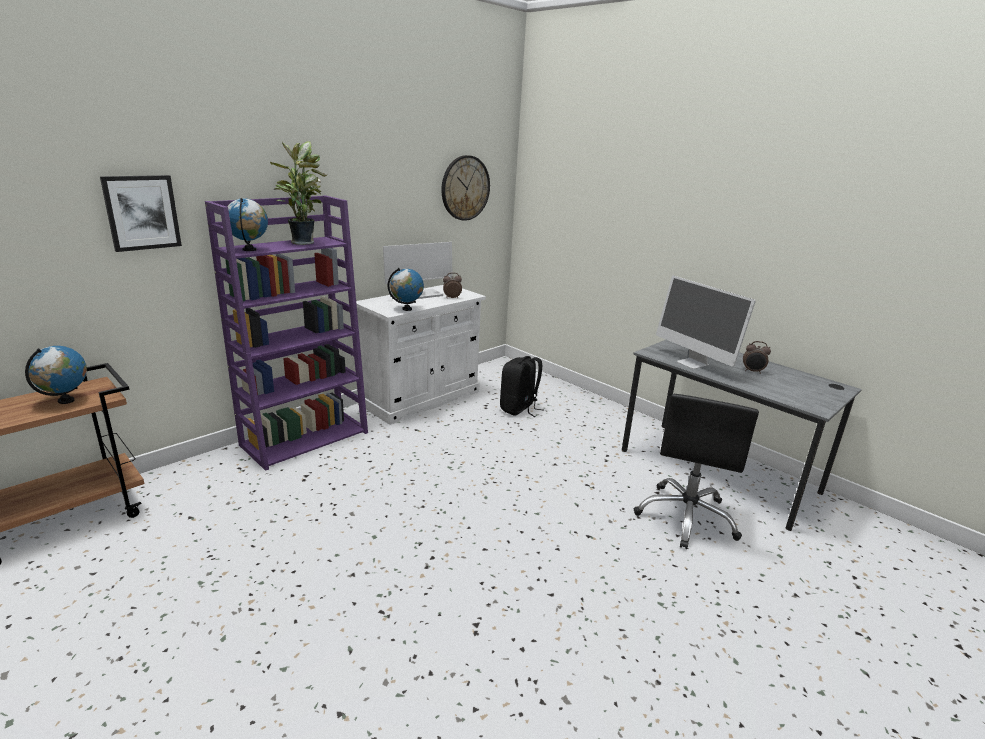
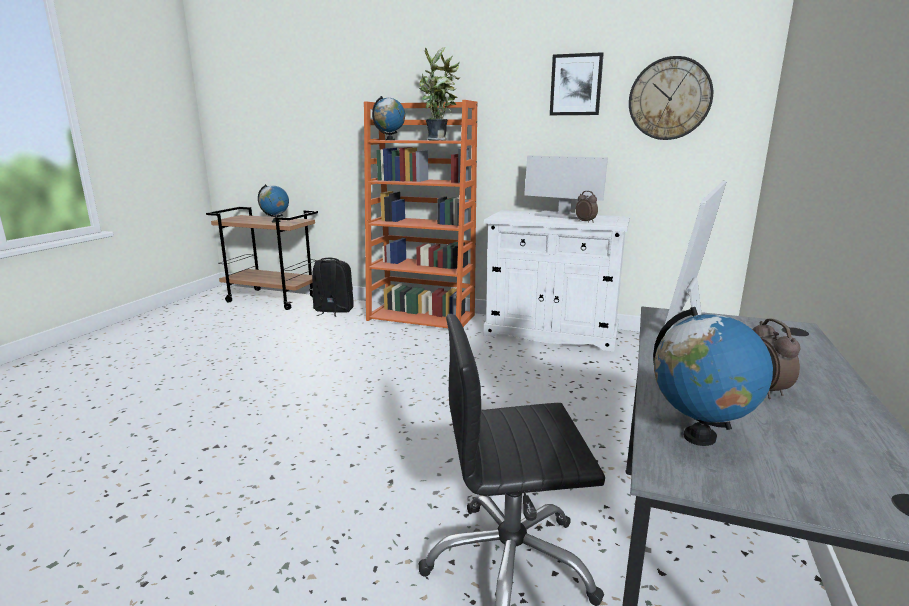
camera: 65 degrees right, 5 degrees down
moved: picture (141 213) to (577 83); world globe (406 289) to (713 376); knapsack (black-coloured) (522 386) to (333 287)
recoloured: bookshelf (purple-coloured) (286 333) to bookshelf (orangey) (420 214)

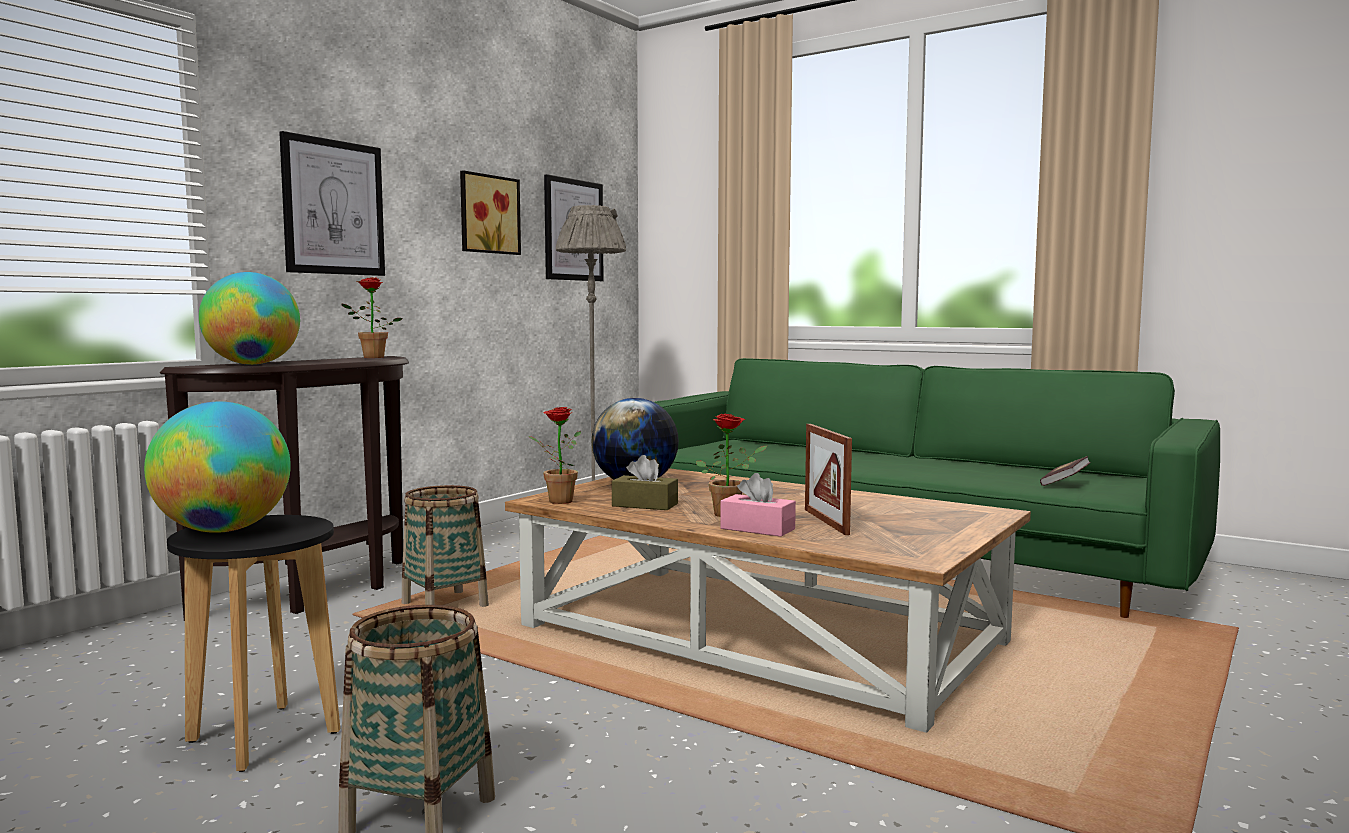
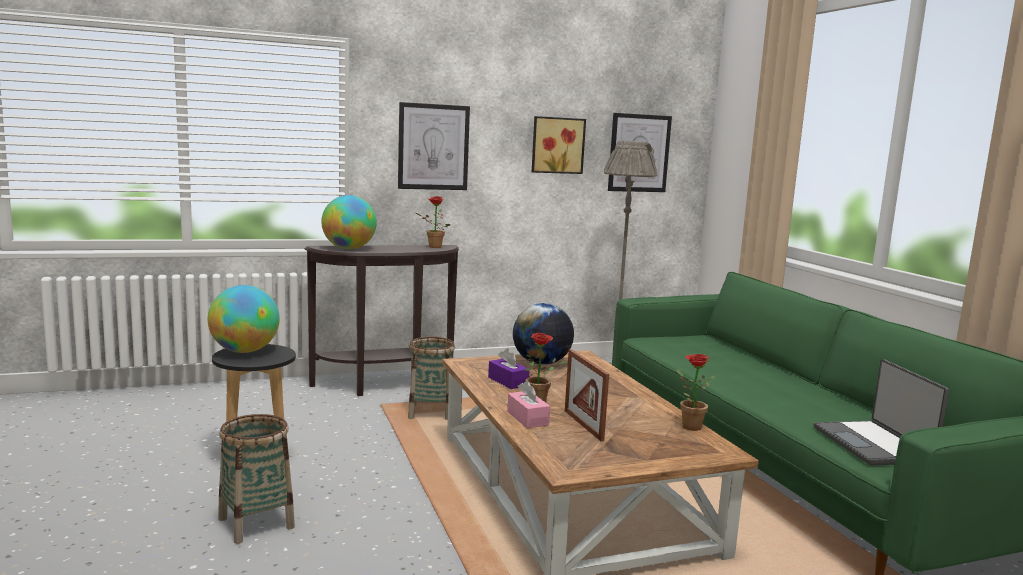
camera: 35 degrees right, 5 degrees up
moved: potted plant (555 455) to (696 392)
replaced: bound book (1065 471) to portable computer (881 412)
recoloured: box of tissues (brown) (645 482) to box of tissues (purple-coloured) (508 368)
turned: standing frame (828 479) = (587 395) 45 degrees counterclockwise

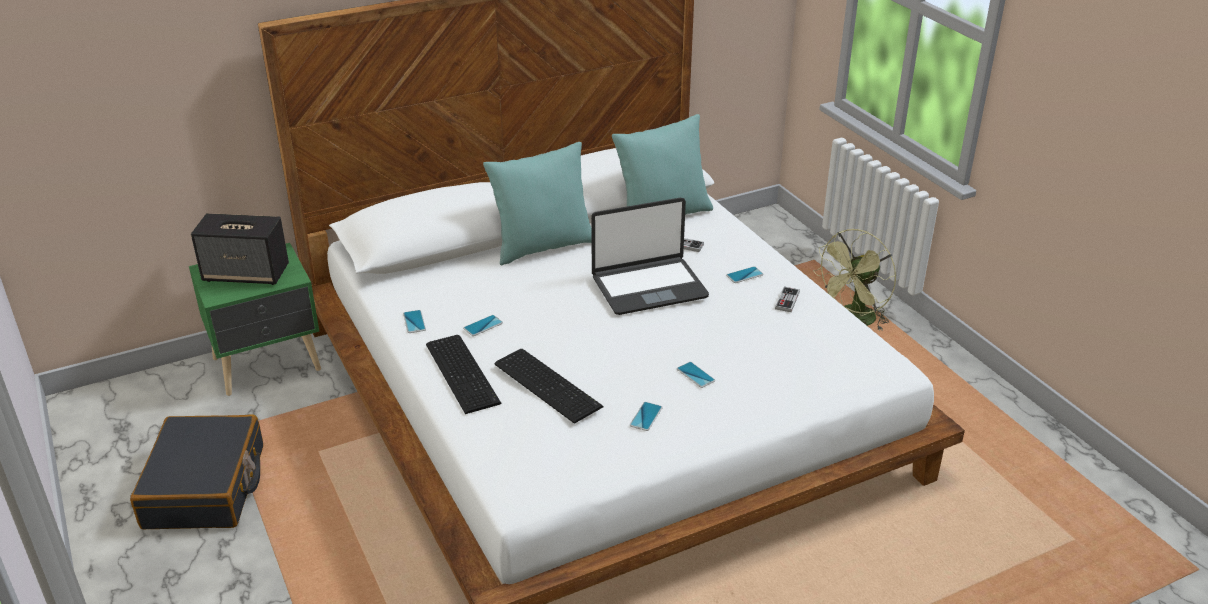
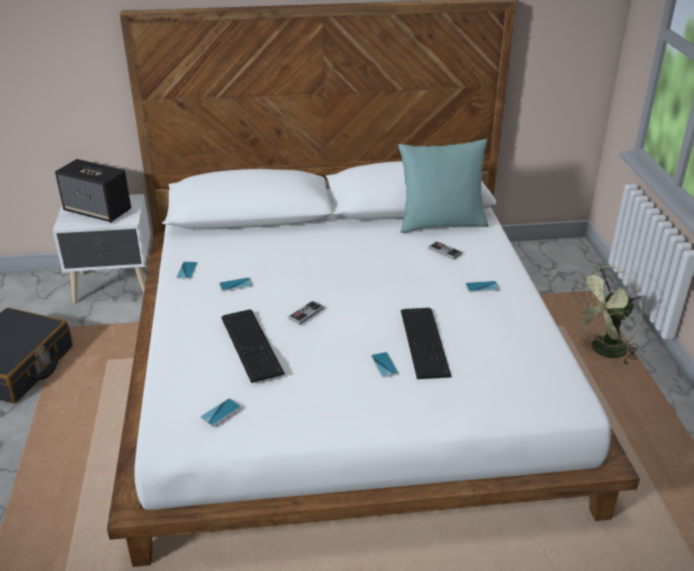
camera: 20 degrees right, 0 degrees up
removed: pillow (turquoise) (537 203); portable computer (650 256)
moved: keyboard (463 374) to (426 343); handset (646 416) to (220 412); game controller (787 299) to (306 313)
recoloured: bedside table (green) (255 319) to bedside table (whitish) (102 248)

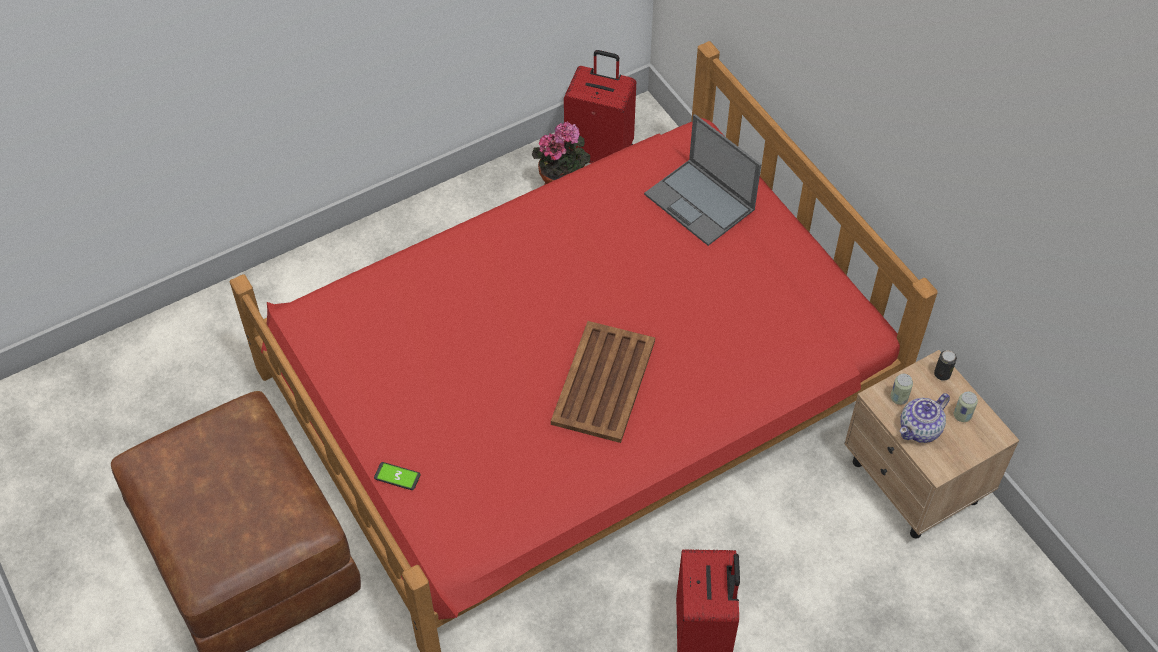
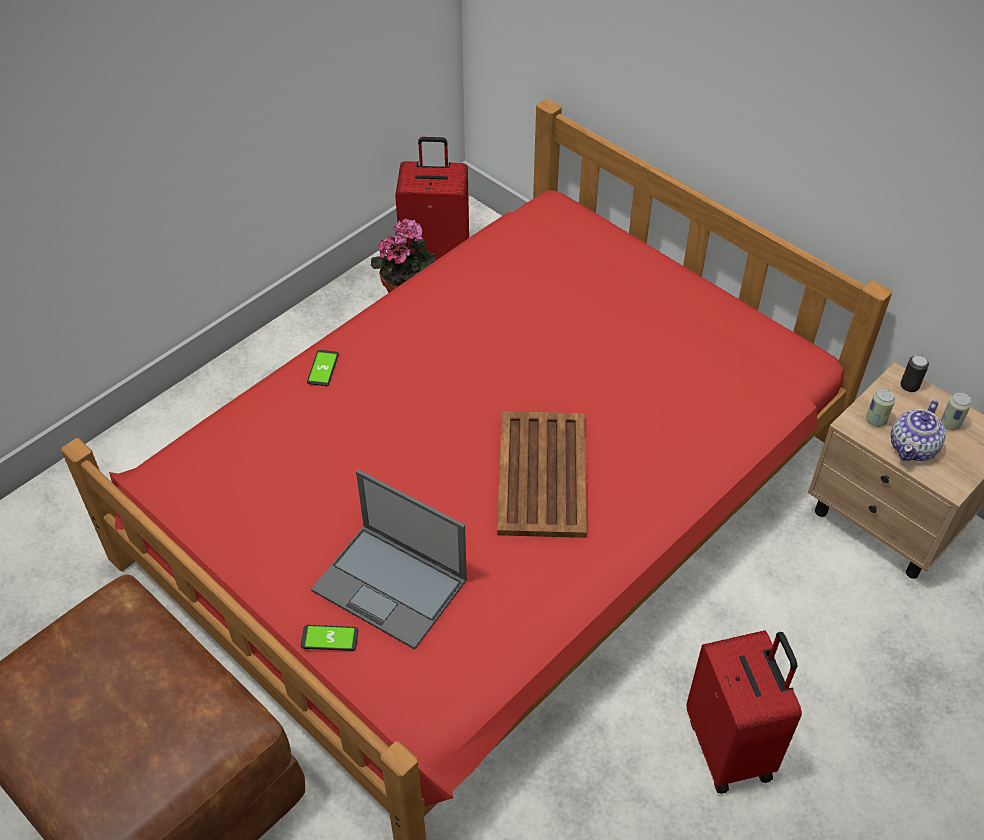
camera: 15 degrees left, 5 degrees down
added: handset (323 368)
moved: portable computer (702 180) to (389 559)

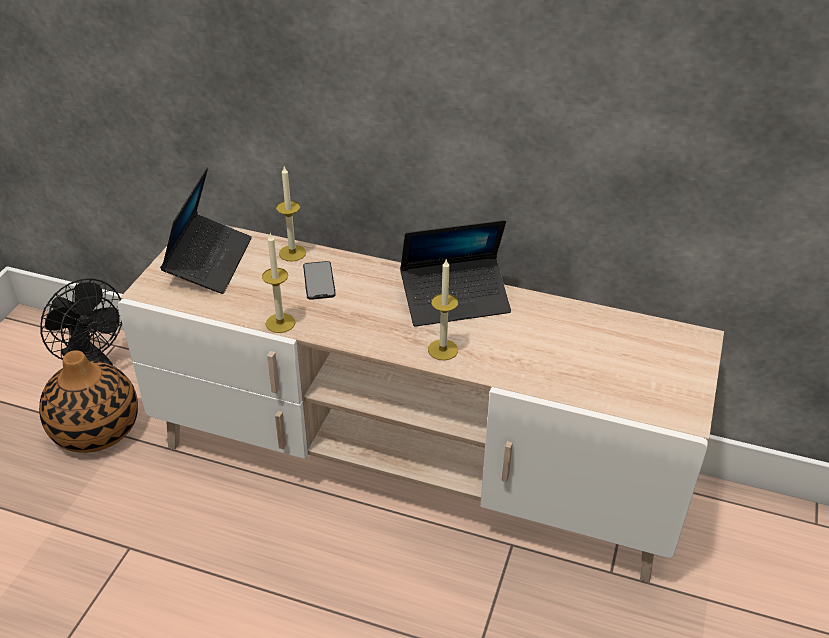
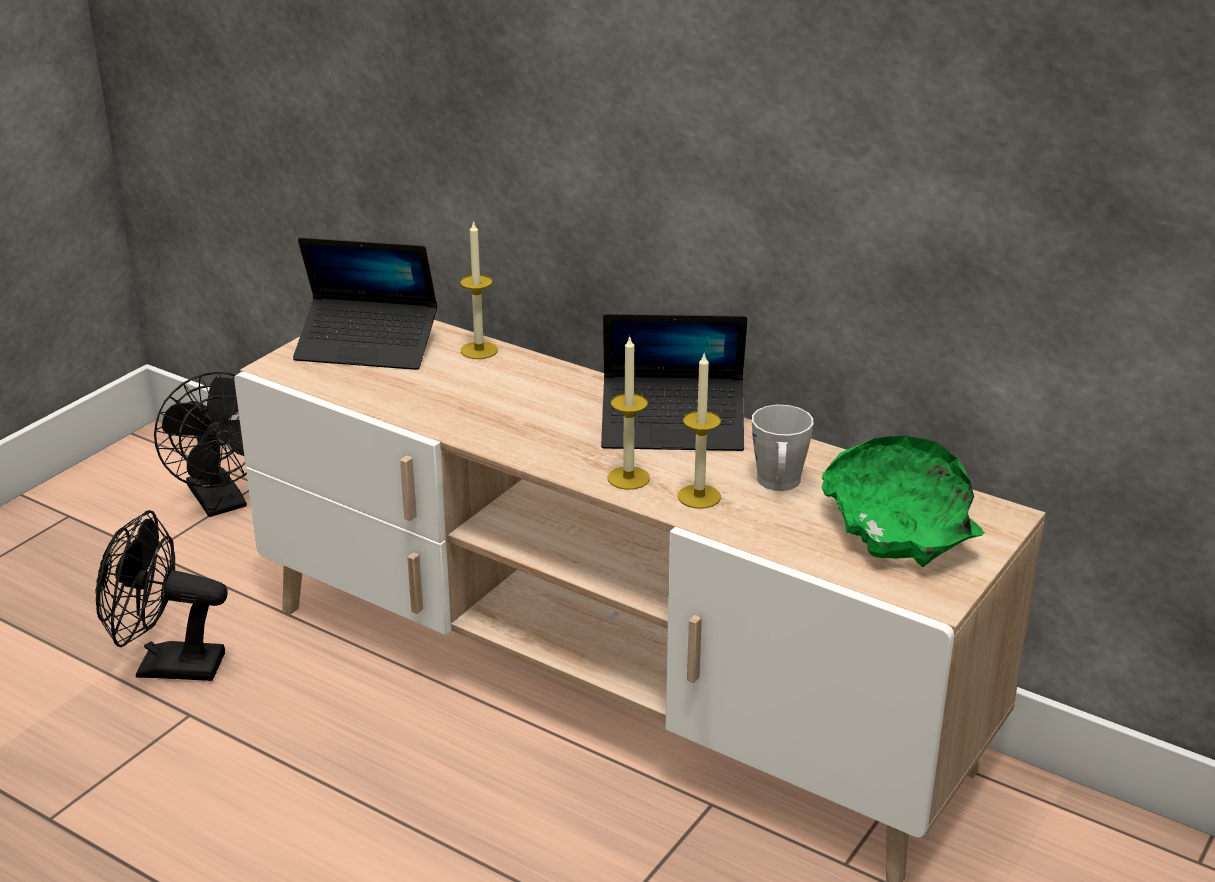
camera: 15 degrees right, 10 degrees down
removed: flower vase (88 401); handset (319 280)
added: fan (black-coloured) (161 595); coffee mug (grey) (782 448); deep dish (green) (903 501)
moved: candle (278 283) to (699 431)
turned: portable computer (206 230) = (365 303) 75 degrees clockwise

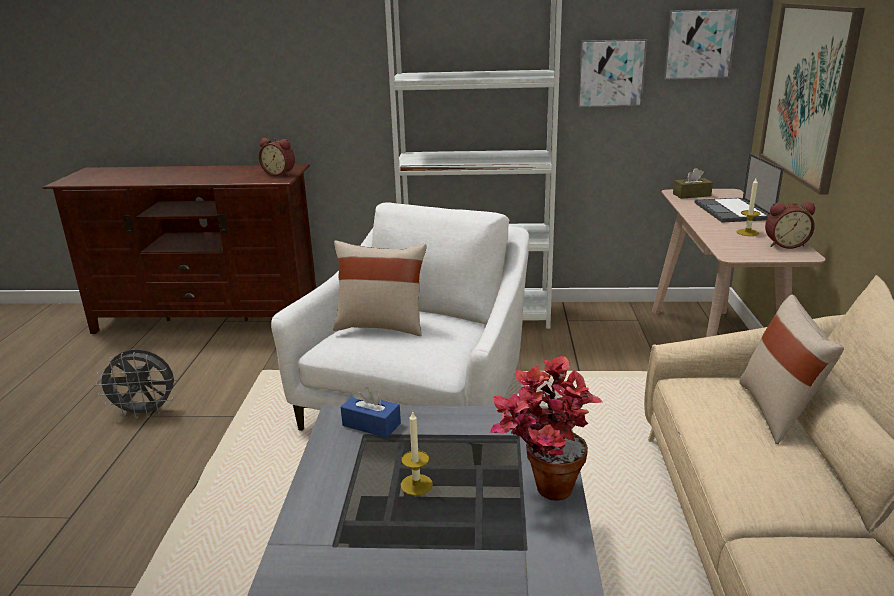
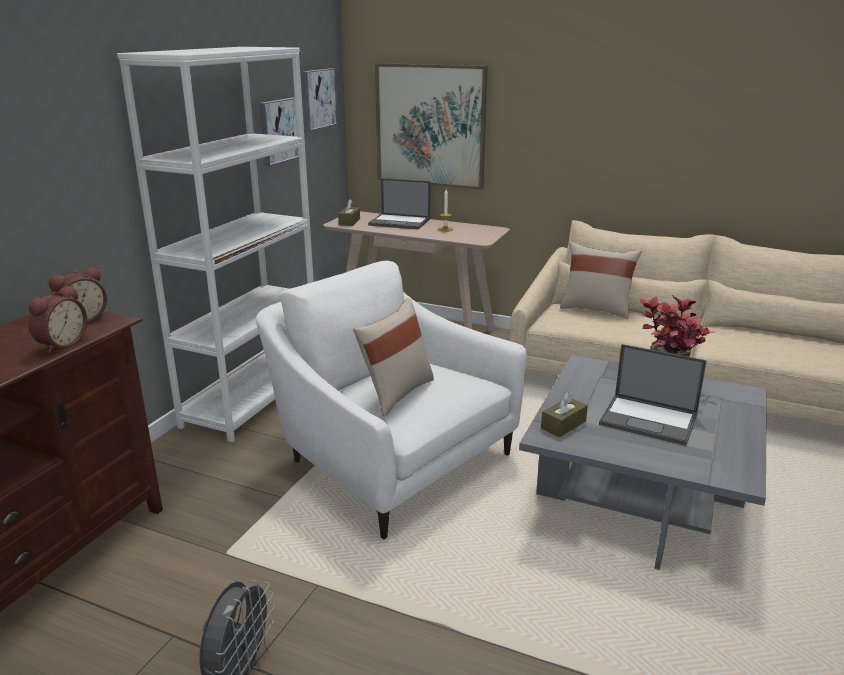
camera: 70 degrees left, 0 degrees up
moved: table clock (790 225) to (57 319)
replaced: candle (417 453) to portable computer (653 395)
recoloured: box of tissues (blue) (371 412) to box of tissues (brown) (564 414)

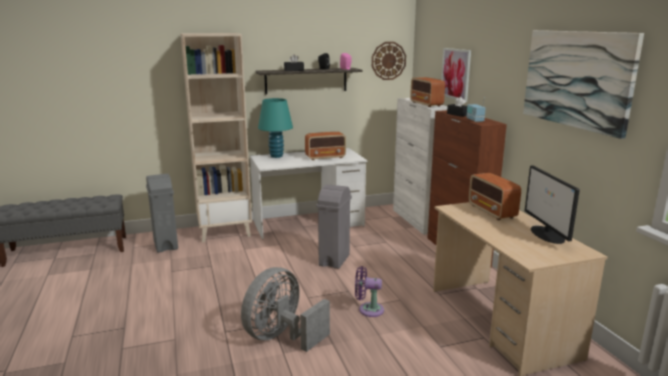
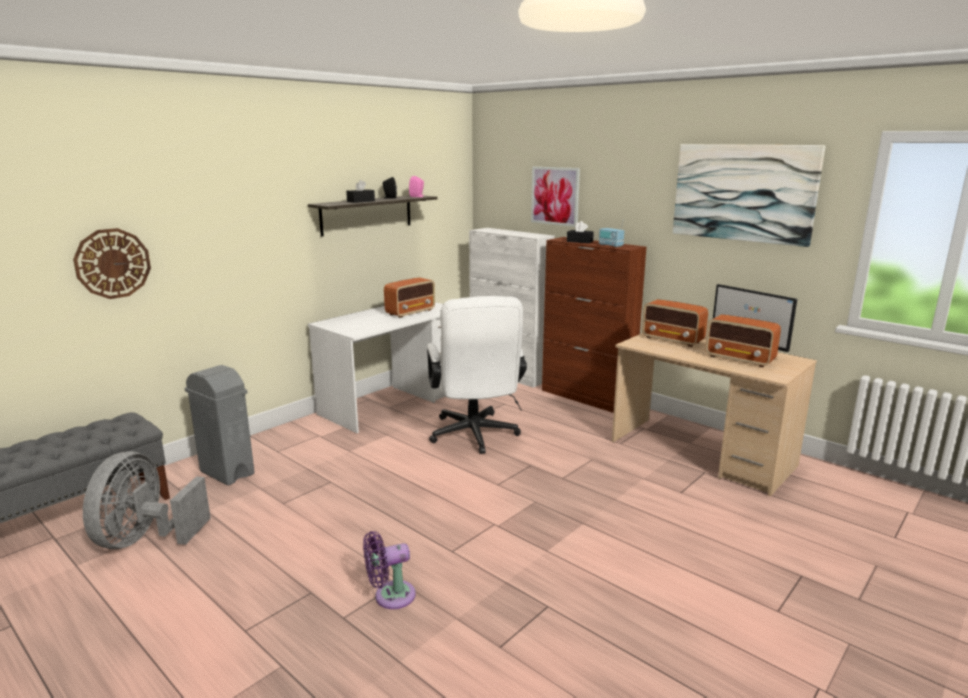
camera: 30 degrees left, 0 degrees up
removed: bookshelf (beige-coloured) (216 137); lamp for a table (turquoise) (275 128)
moved: fan (grey) (285 309) to (147 500); fan (purple-coloured) (369 291) to (389 570); wall clock (389 61) to (112 263); radio (427 92) to (743 340)
replaced: waste bin (grey) (334 226) to office chair (whitish) (477 375)

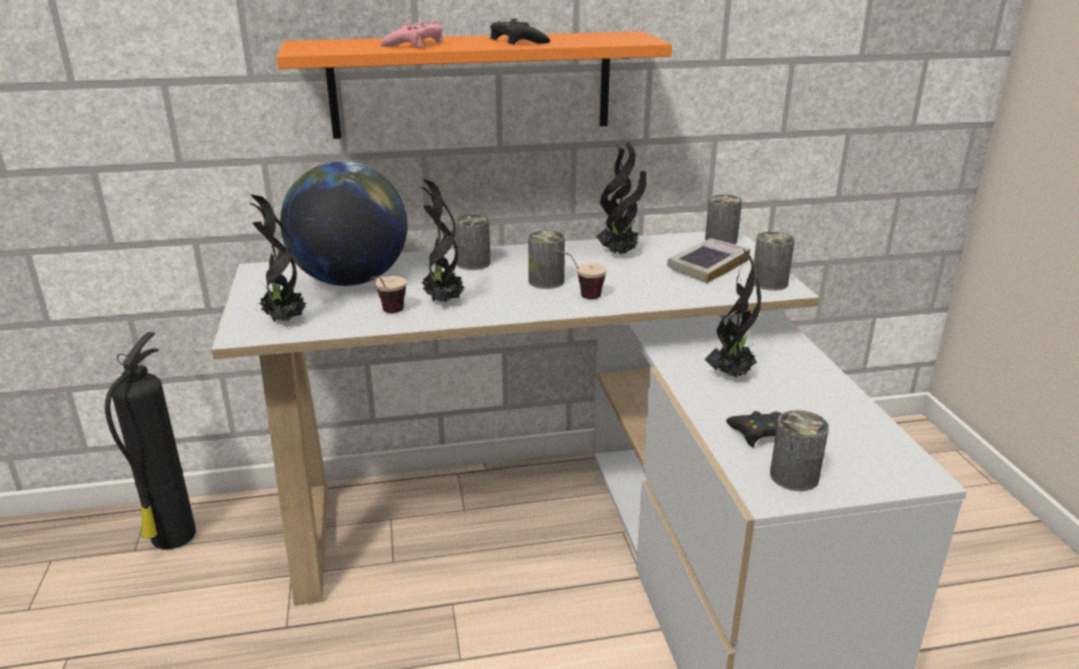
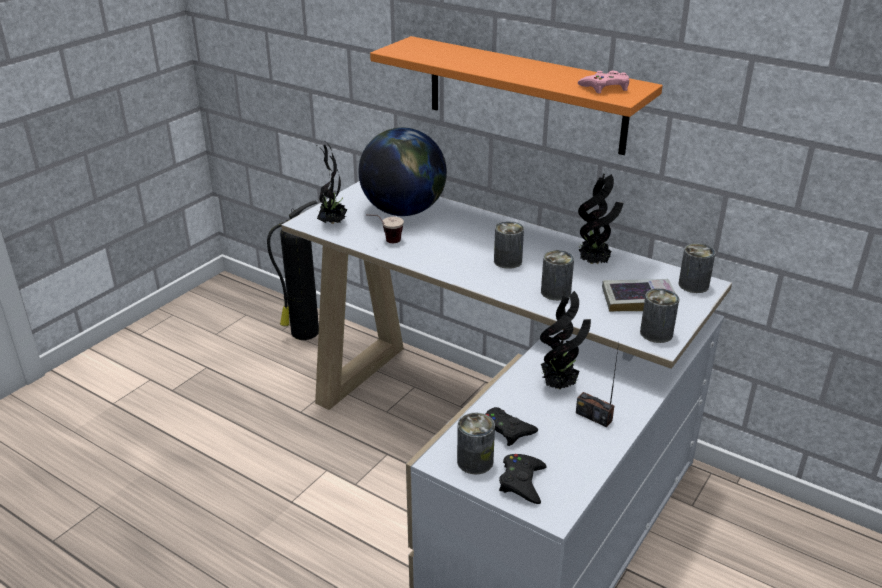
camera: 45 degrees right, 5 degrees up
removed: potted plant (443 241); small cup (579 274)
added: radio (597 384)
moved: game controller (pinkish) (411 34) to (604 82); can (472 242) to (557 275); game controller (black-coloured) (520 31) to (523 479)

